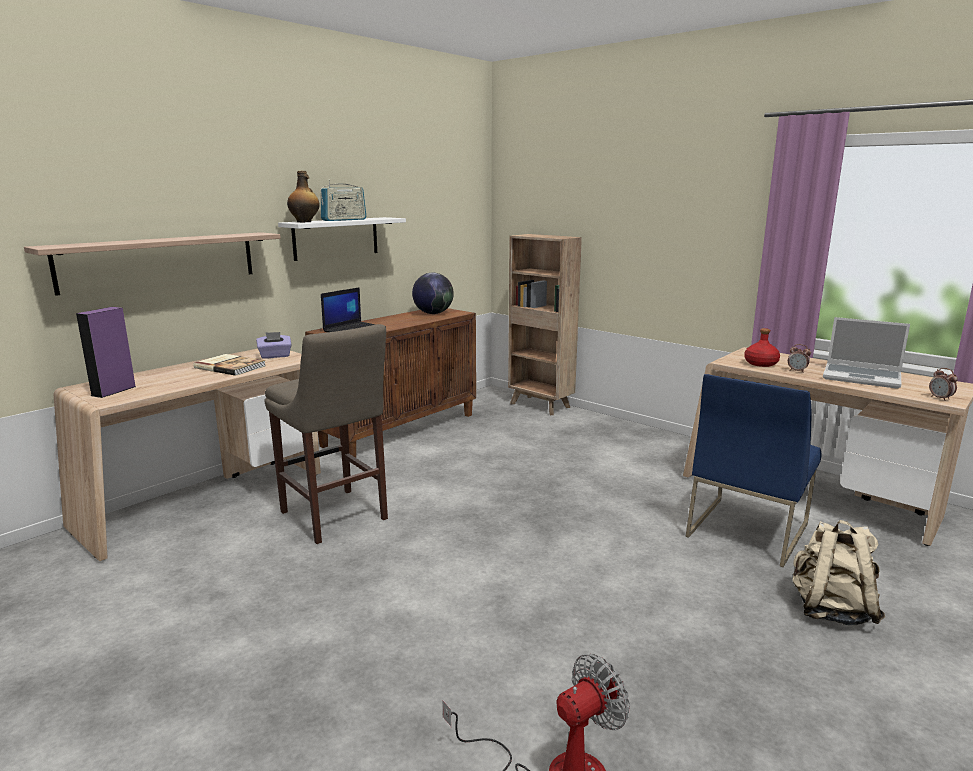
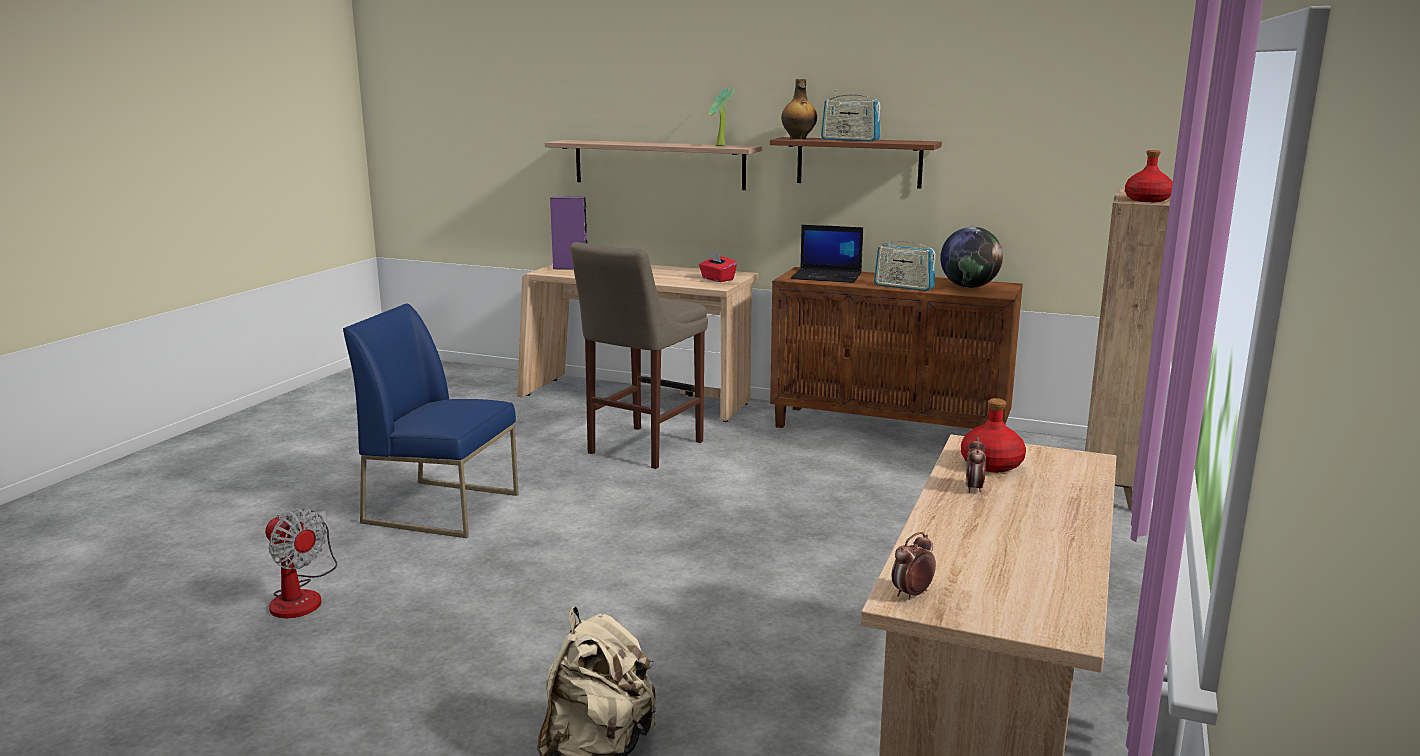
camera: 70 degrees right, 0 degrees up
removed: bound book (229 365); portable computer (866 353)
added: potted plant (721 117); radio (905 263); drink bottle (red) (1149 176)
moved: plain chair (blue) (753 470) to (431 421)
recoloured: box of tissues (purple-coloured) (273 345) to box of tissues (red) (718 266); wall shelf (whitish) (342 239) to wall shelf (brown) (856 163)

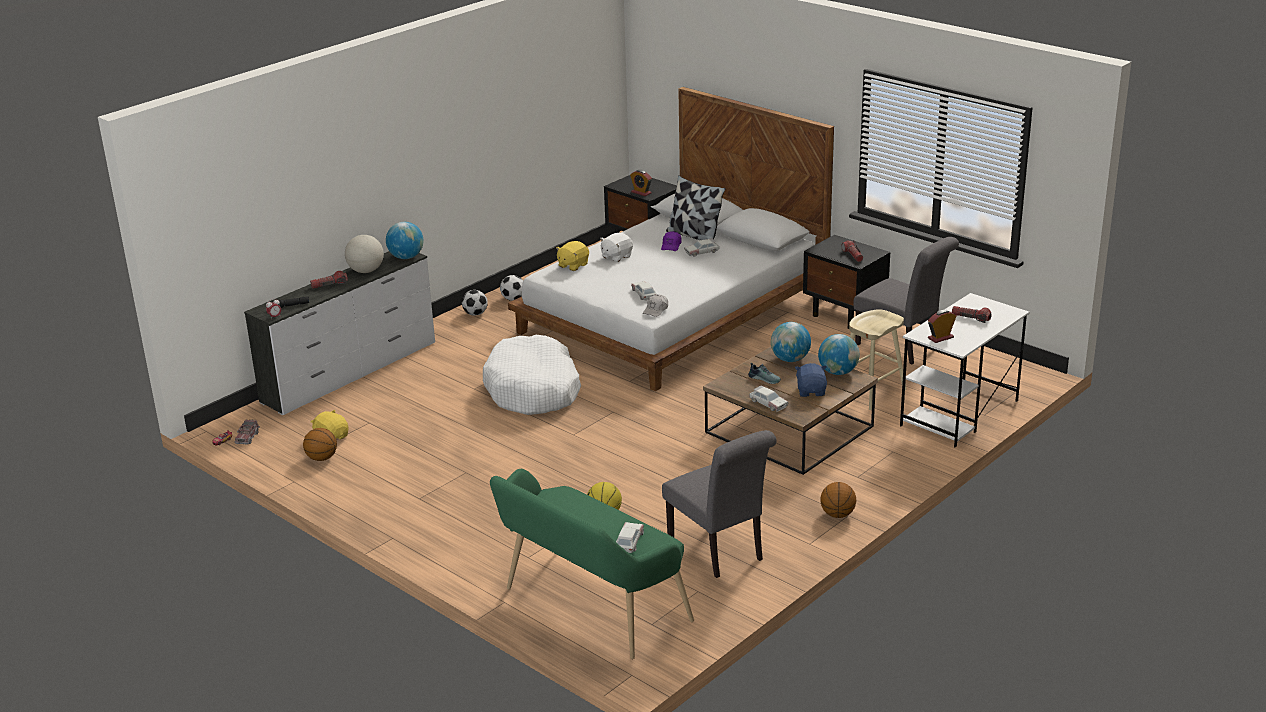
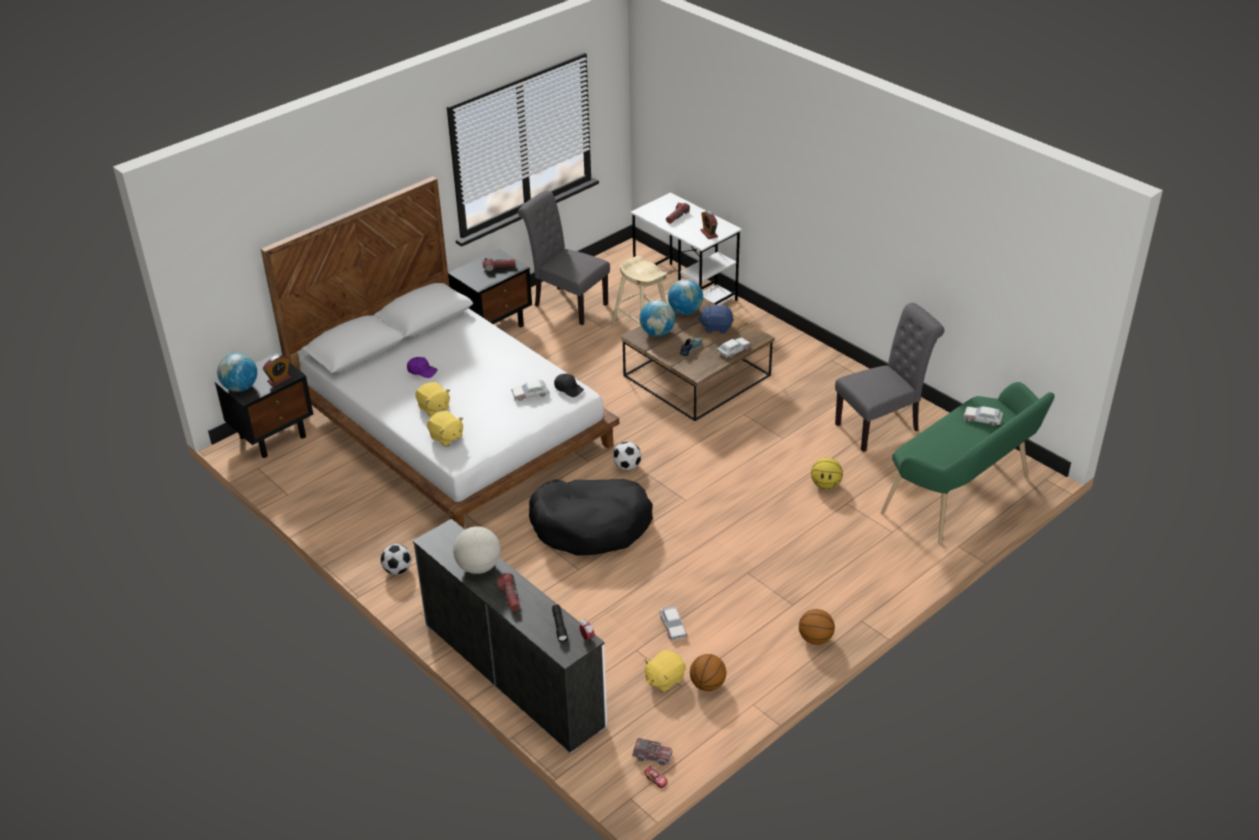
camera: 85 degrees left, 10 degrees up
removed: pillow (696 207)
moved: world globe (405 240) to (237 372); ball for football (511 288) to (627 456); miniature car (701 247) to (673 623); basketball ball (838 500) to (817 627)
recoloured: dog cushion (whitish) (532 375) to dog cushion (black-coloured) (591 517); plush toy (whitish) (616 247) to plush toy (yellow-coloured) (432 399); baseball cap (whitish) (655 306) to baseball cap (black-coloured) (569 385)
turned: plain chair (grey) (906 300) = (564 257) 105 degrees counterclockwise

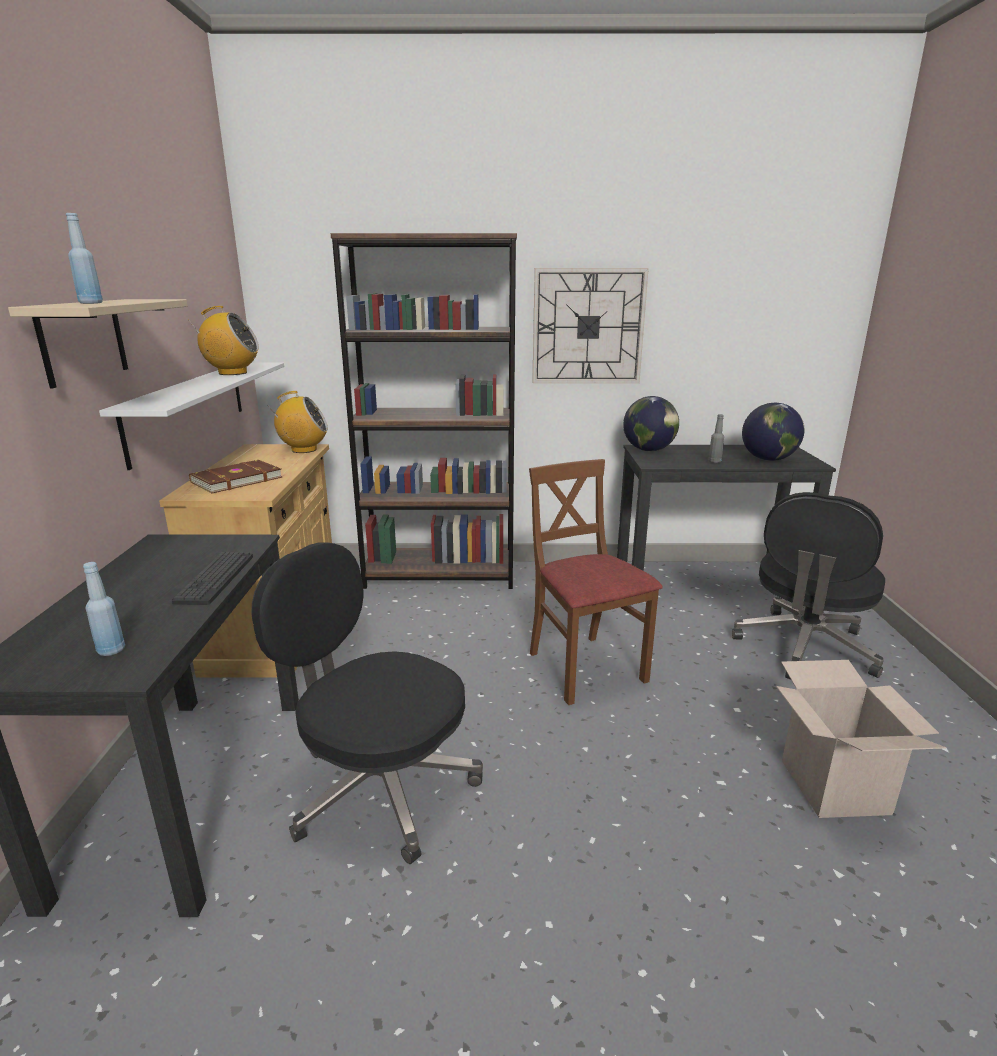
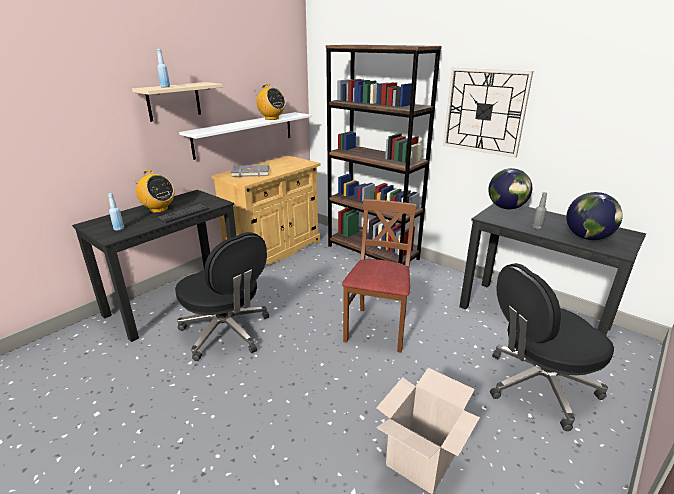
camera: 40 degrees right, 5 degrees up
moved: radio (297 422) to (154 191)
recoloured: bound book (brown) (236 477) to bound book (grey) (250 171)
turned: office chair (black-coloured) (367 703) = (222 296) 150 degrees clockwise

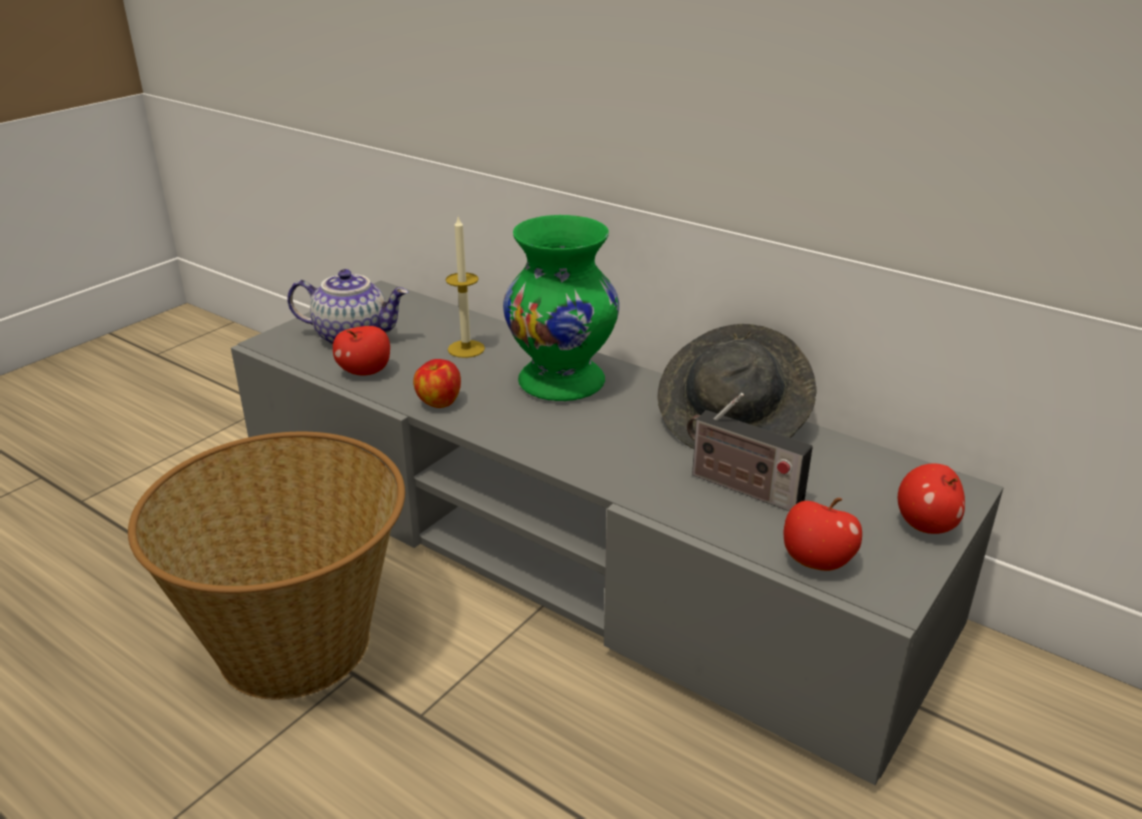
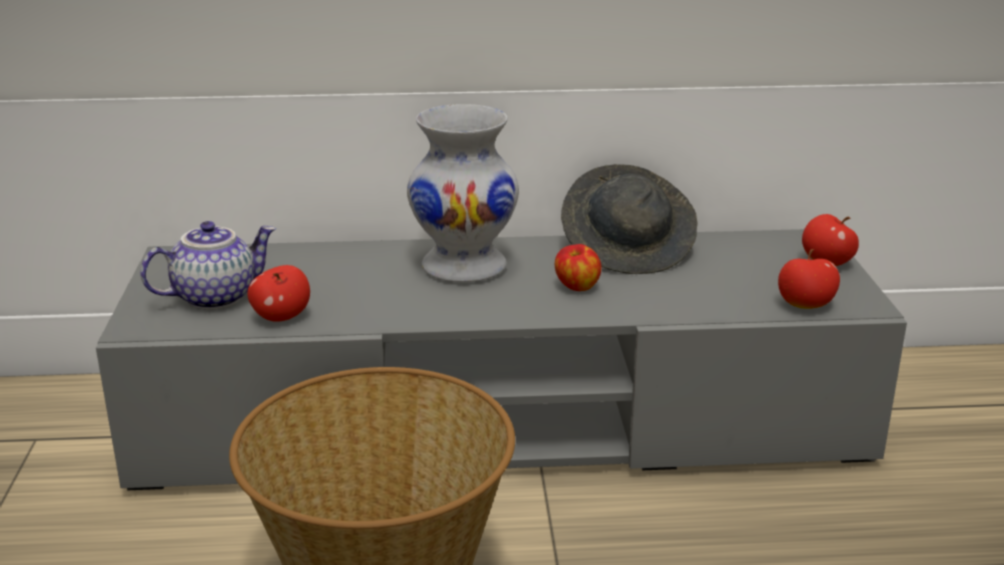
camera: 40 degrees left, 5 degrees down
removed: candle (465 287); radio (750 452)
moved: apple (437 383) to (578 267)
recoloured: flower vase (green) (561 308) to flower vase (whitish) (463 193)

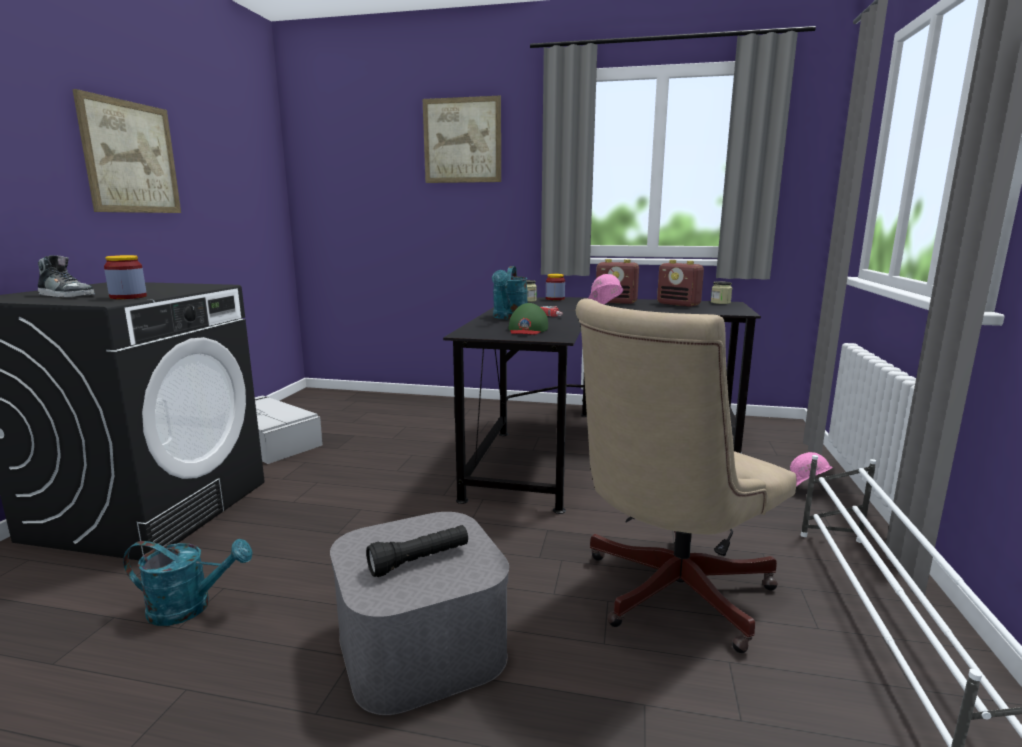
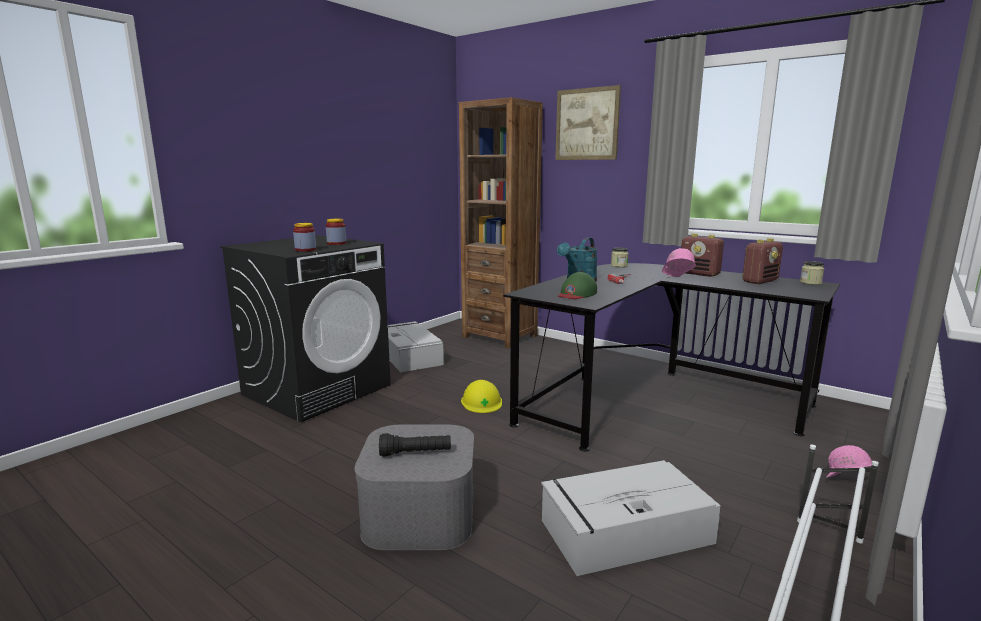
camera: 25 degrees right, 0 degrees up
removed: shoe (66 276); picture (126 151); watering can (turquoise) (188 582)
added: bookshelf (brown) (501 222); hard hat (yellow-coloured) (481 396)
moved: preserve jar (555 287) to (336 232)
replaced: office chair (beige-coloured) (686 475) to storage bin (grey) (631 518)
turned: radio (680 283) = (763 261) 105 degrees counterclockwise

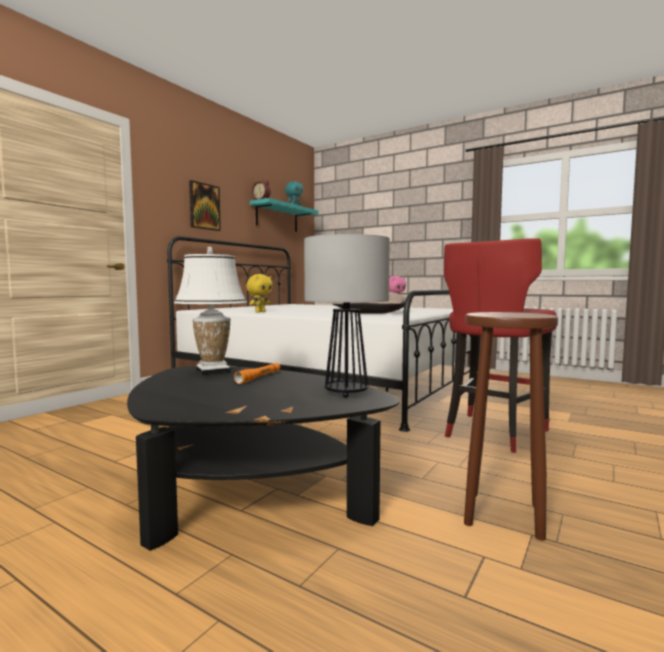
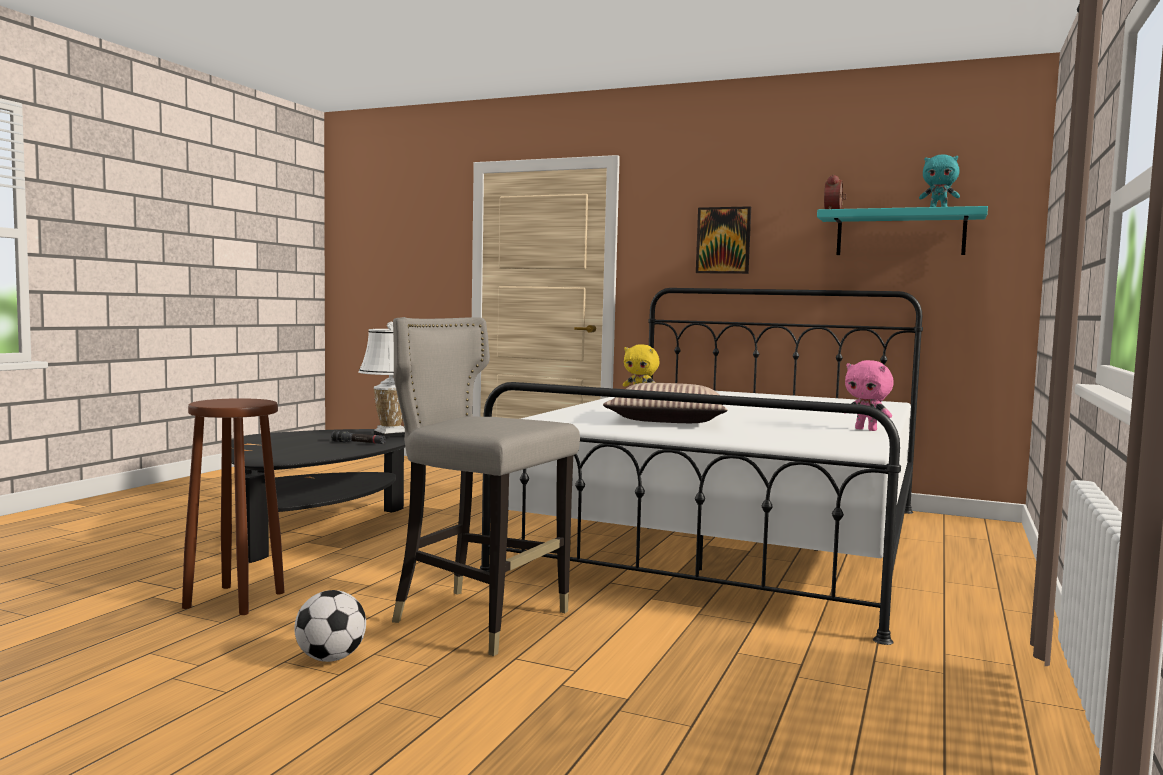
camera: 80 degrees right, 0 degrees up
removed: lamp for a table (347 316)
added: ball for football (330 626)
recoloured: flashlight (orangey) (257 373) to flashlight (black-coloured) (358 437); sitting stool (red) (500 345) to sitting stool (grey) (486 486)

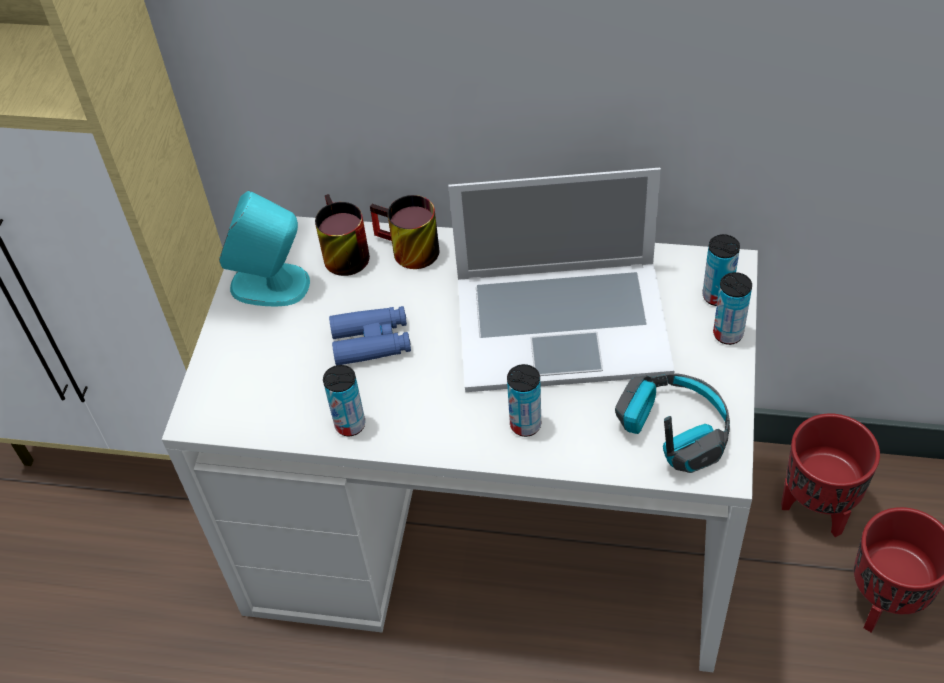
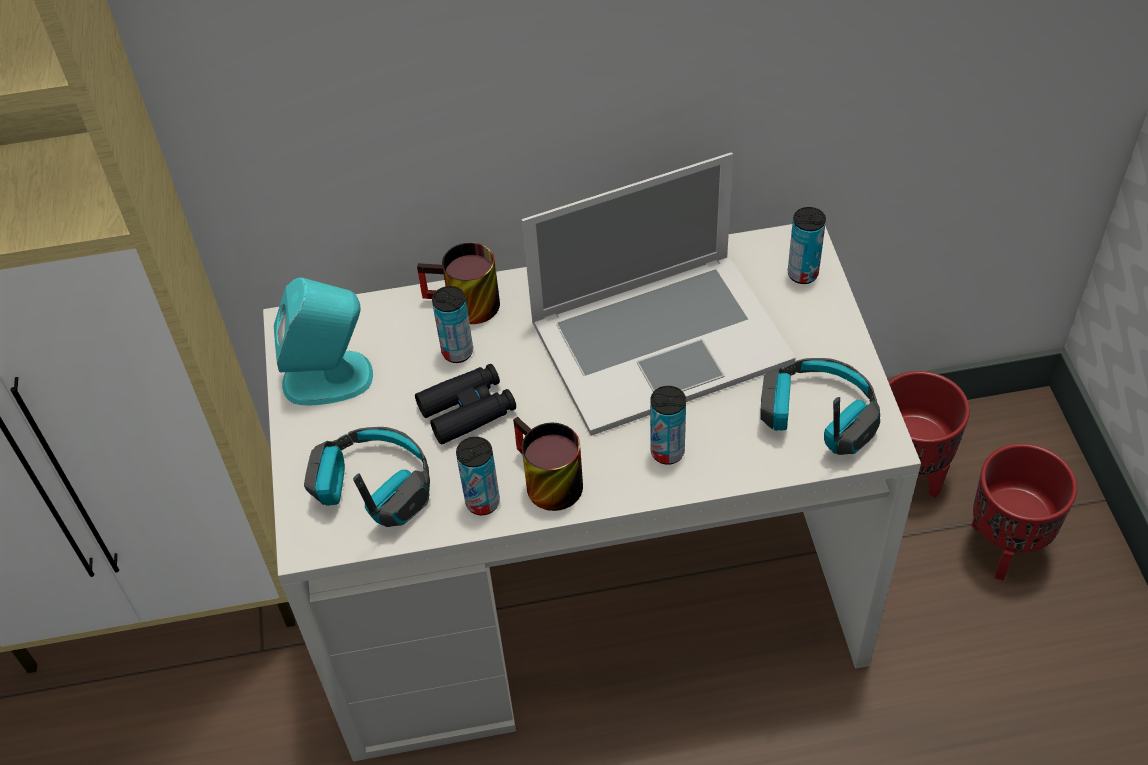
camera: 20 degrees left, 0 degrees up
added: headset (367 477)
moved: coffee mug (342 235) to (548 464); can (732 308) to (452 324)
recoloured: field glasses (blue) (370 335) to field glasses (black-coloured) (465 404)

